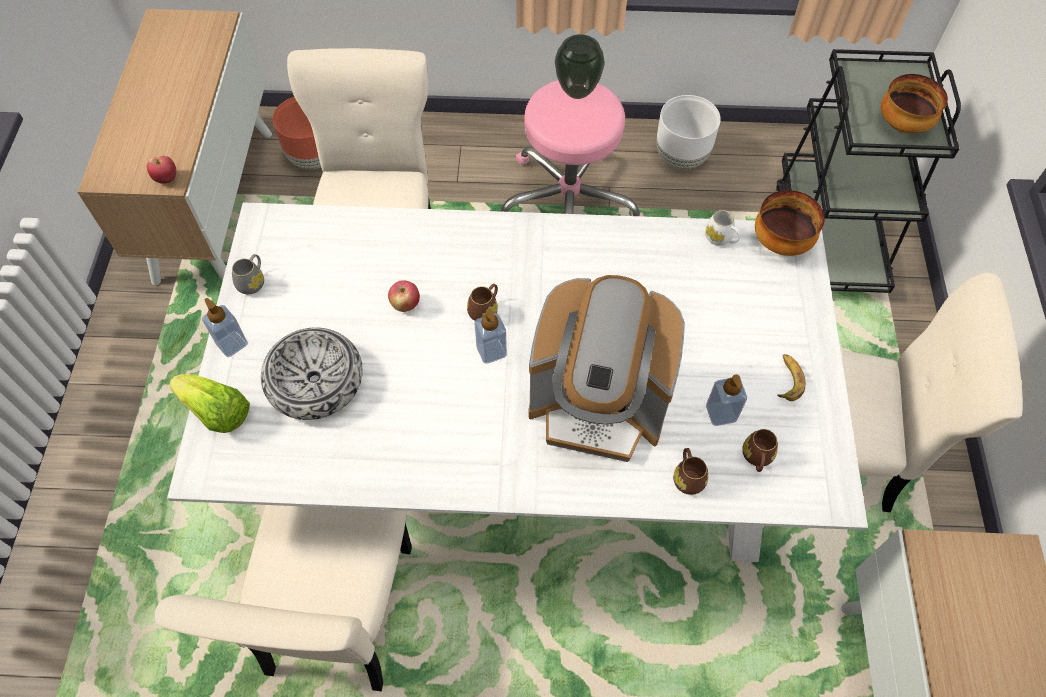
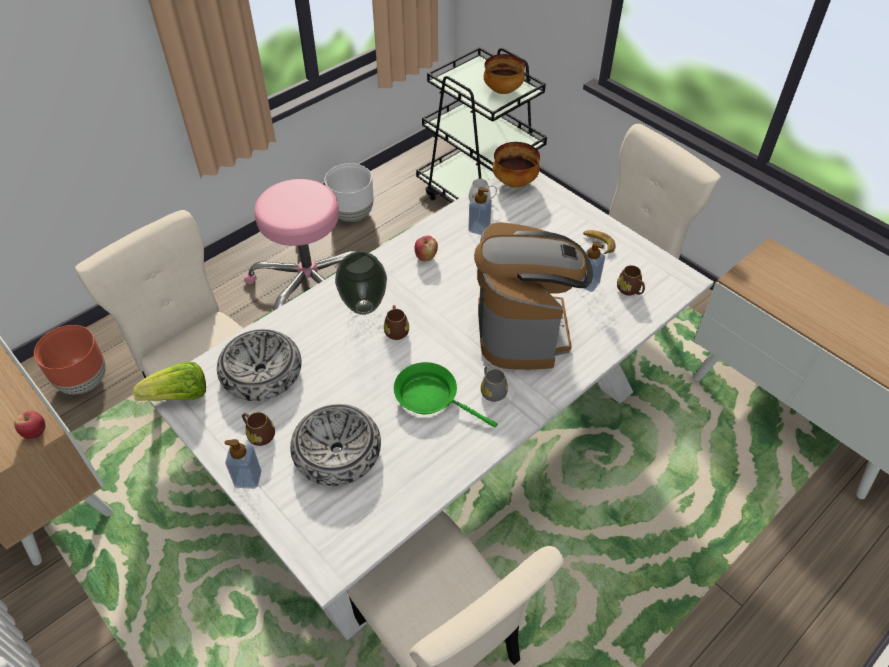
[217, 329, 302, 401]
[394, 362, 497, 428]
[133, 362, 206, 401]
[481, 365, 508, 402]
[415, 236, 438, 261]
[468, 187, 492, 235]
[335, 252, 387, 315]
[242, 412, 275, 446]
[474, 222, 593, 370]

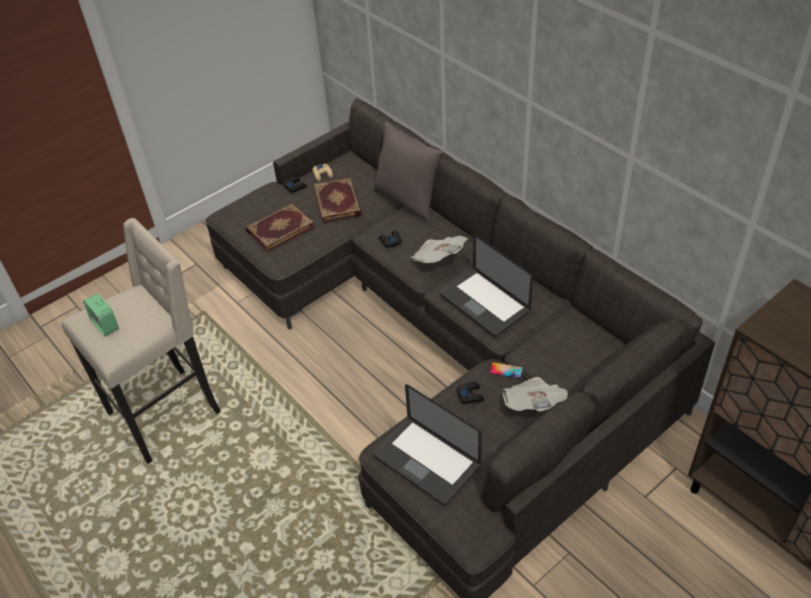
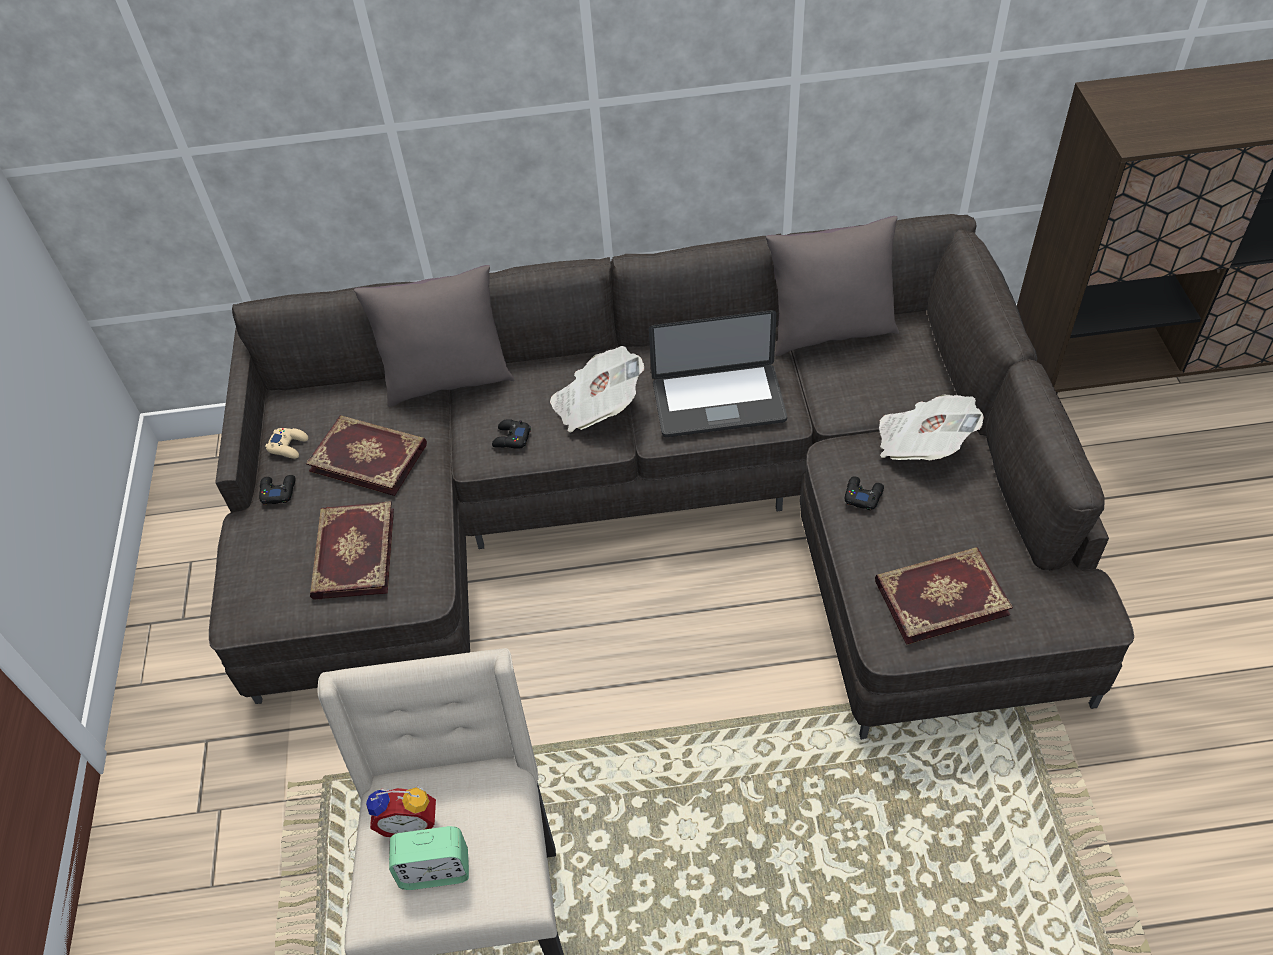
[490, 362, 523, 378] (first image)
[366, 786, 436, 837]
[766, 216, 899, 356]
[875, 547, 1013, 645]

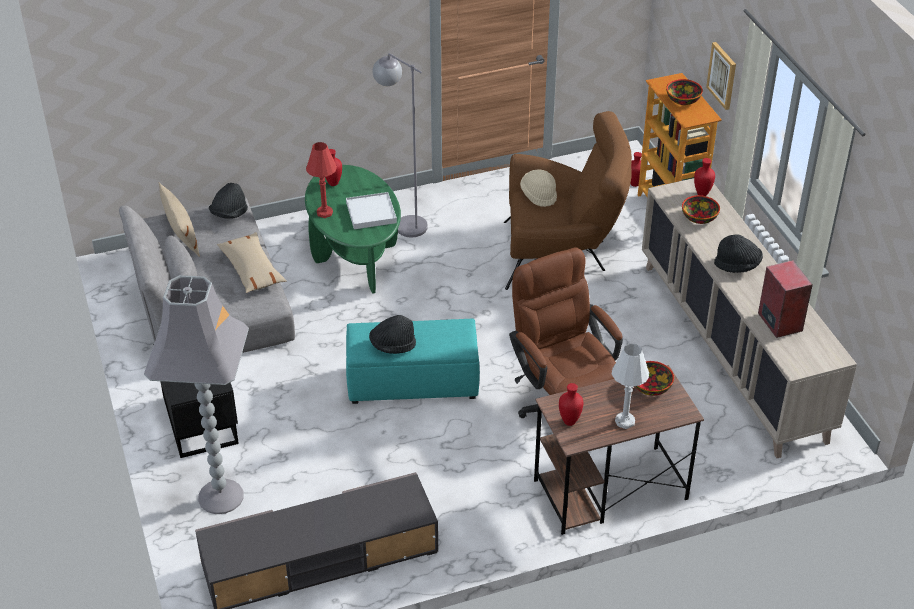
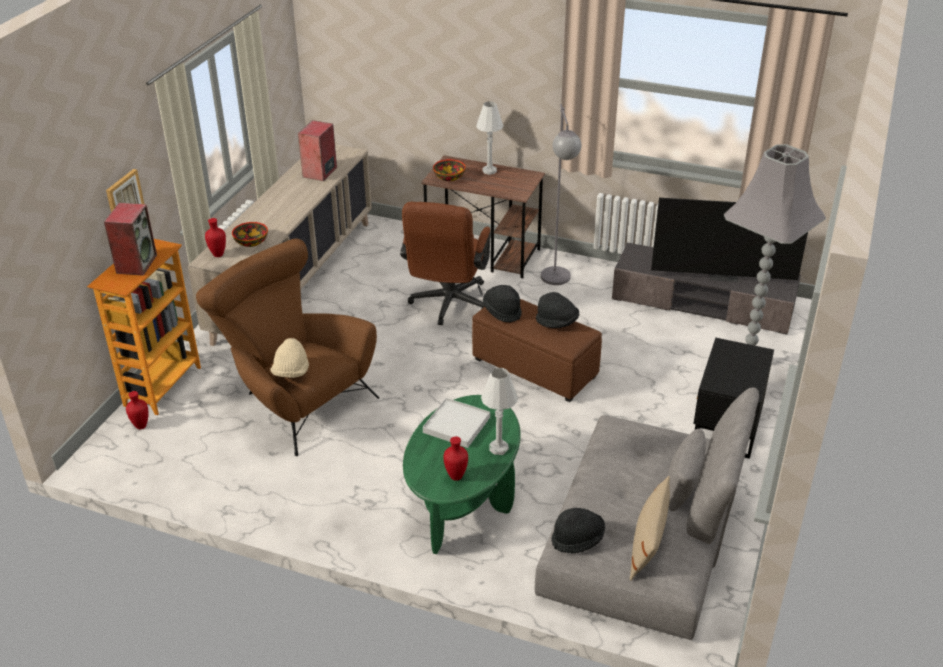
[217, 232, 287, 293] (first image)
[559, 383, 583, 426] (first image)
[651, 198, 808, 282]
[541, 104, 581, 285]
[483, 285, 522, 322]
[104, 203, 157, 276]
[481, 368, 518, 455]
[472, 299, 602, 402]

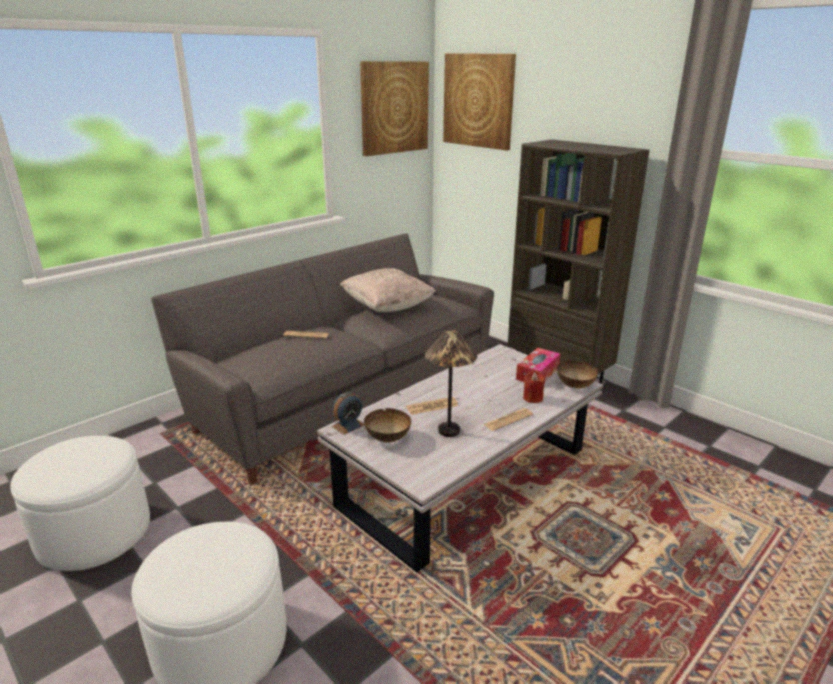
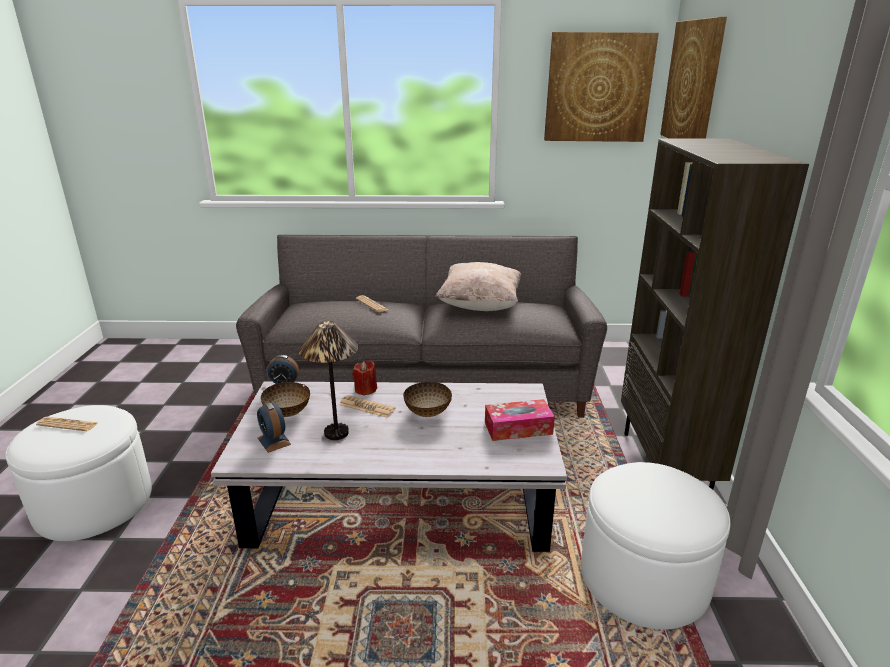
[257, 402, 291, 453]
[581, 462, 730, 630]
[36, 417, 98, 431]
[352, 361, 377, 395]
[403, 382, 452, 417]

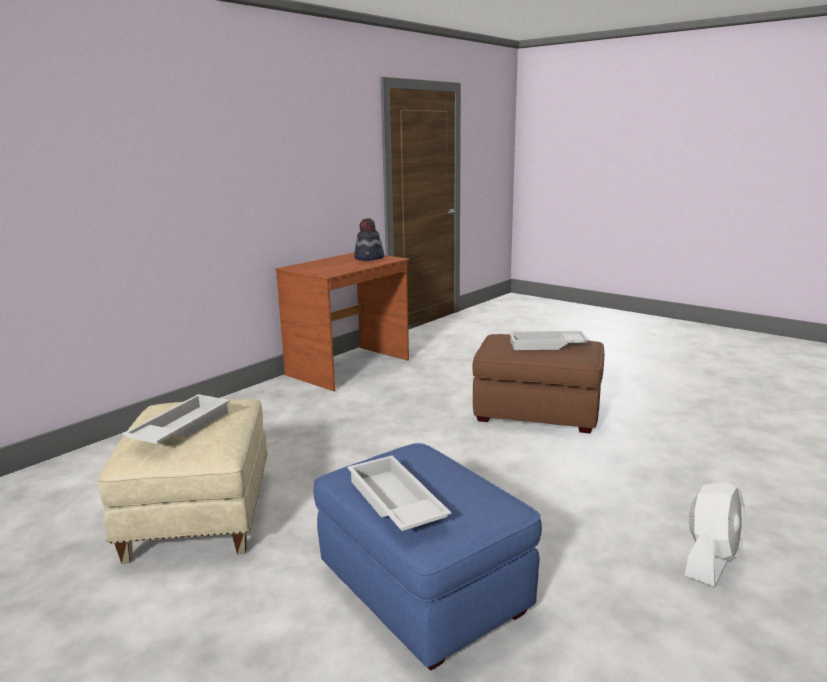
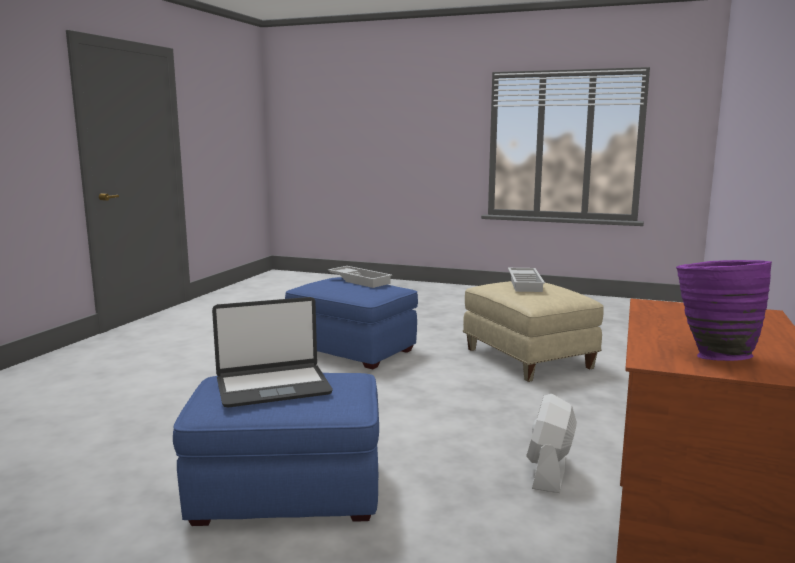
[526, 394, 577, 493]
[676, 260, 772, 361]
[212, 297, 333, 408]
[173, 373, 379, 526]

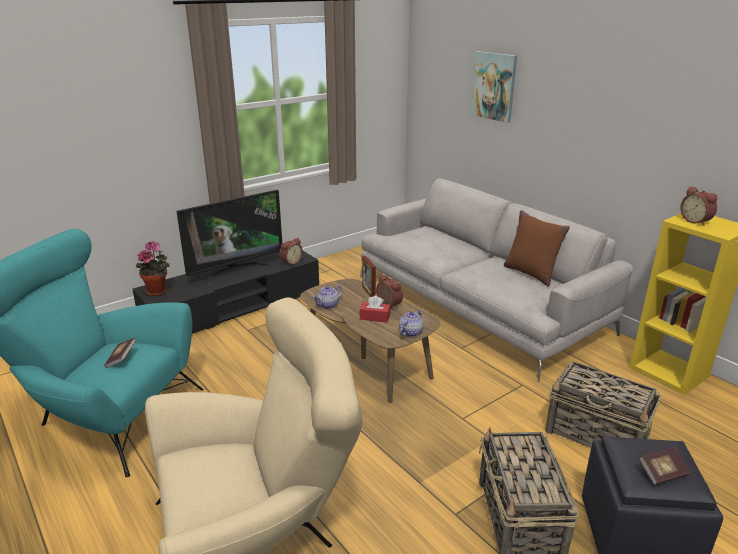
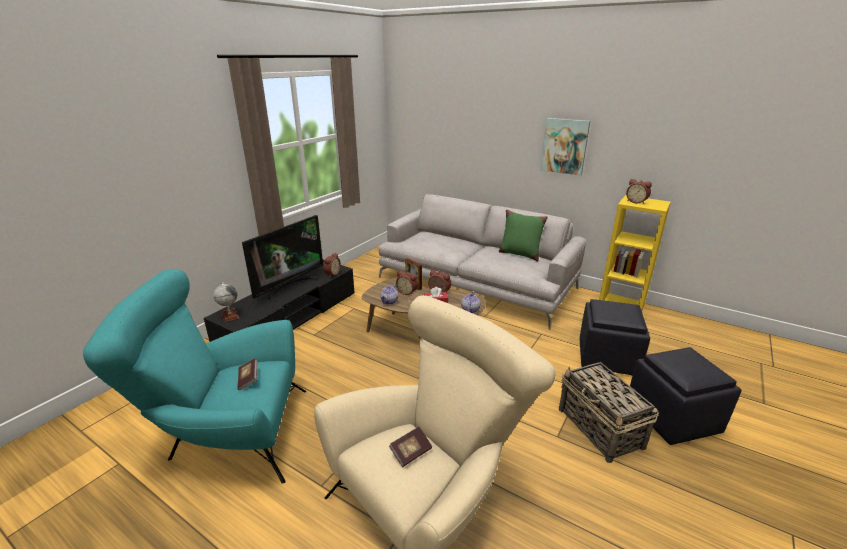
[396, 271, 418, 295]
[541, 118, 590, 176]
[389, 427, 432, 467]
[213, 282, 239, 322]
[580, 299, 650, 376]
[499, 209, 547, 261]

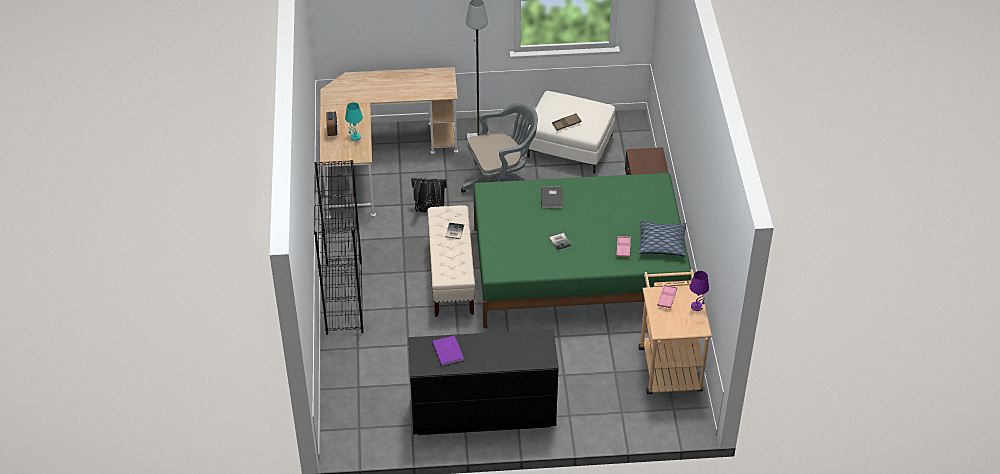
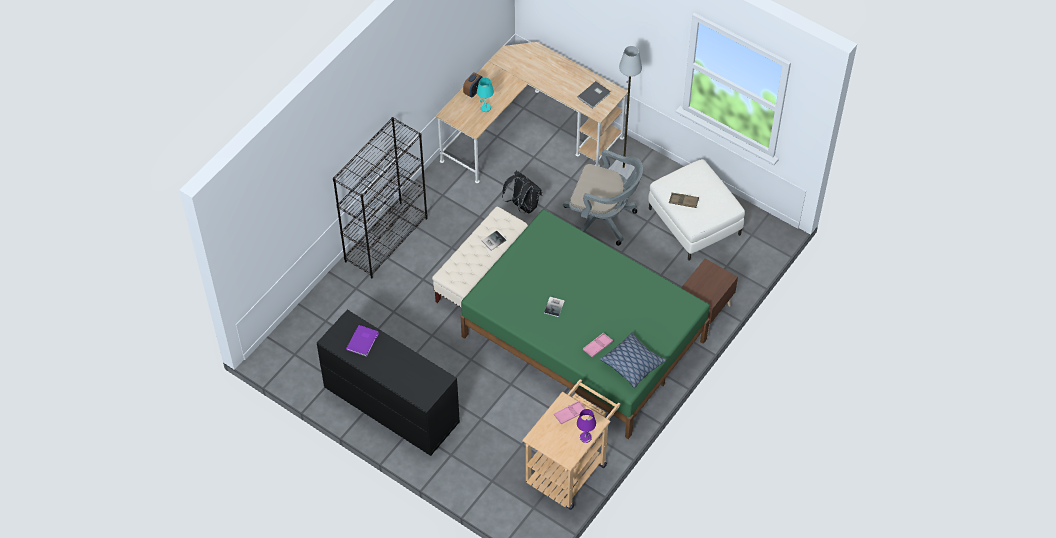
[578, 81, 611, 109]

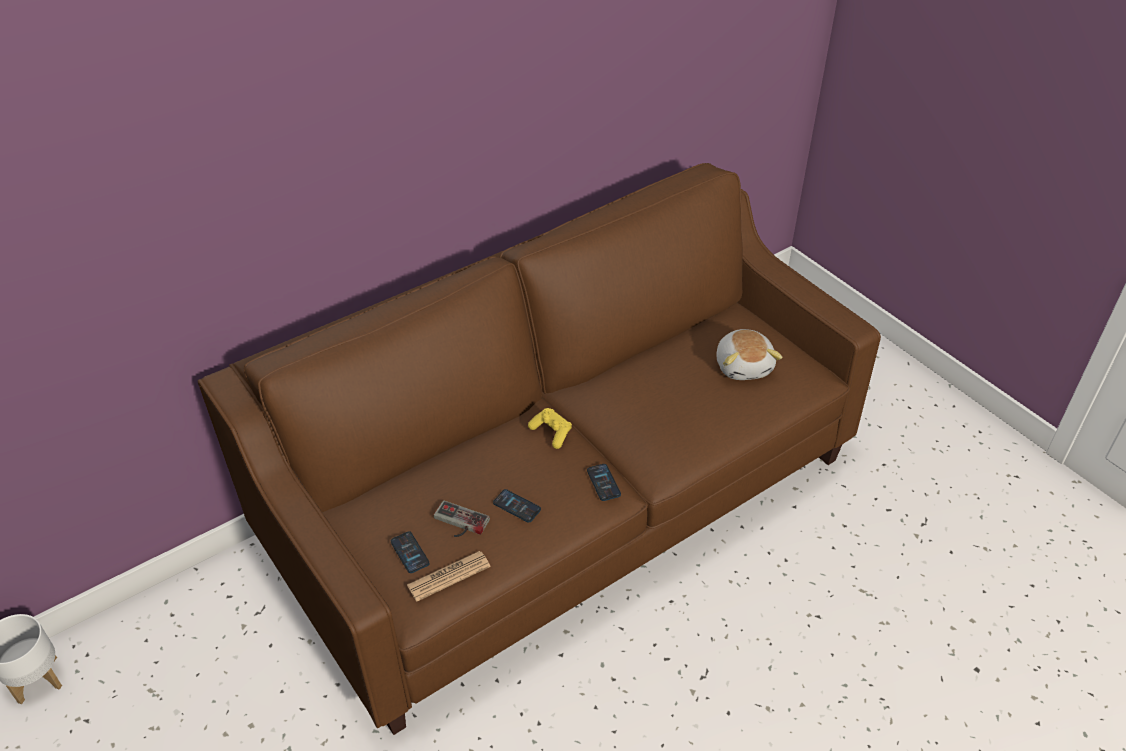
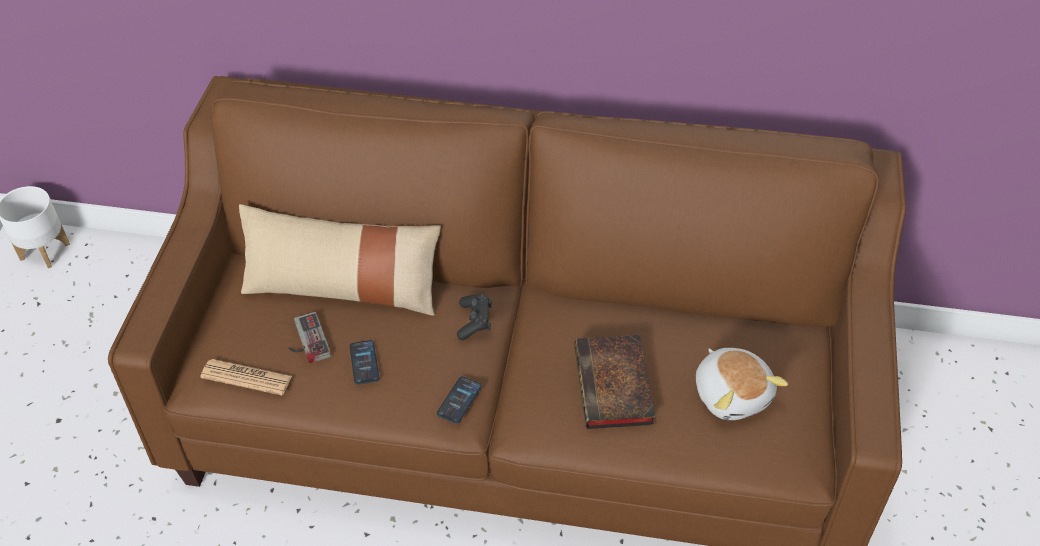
[391, 531, 430, 573] (first image)
[239, 204, 441, 316]
[574, 335, 655, 429]
[457, 294, 492, 340]
[696, 348, 788, 420]

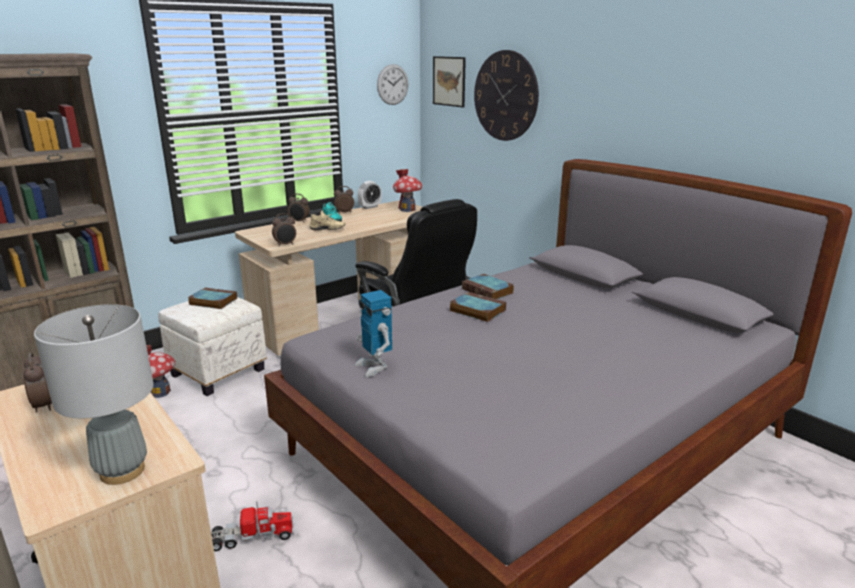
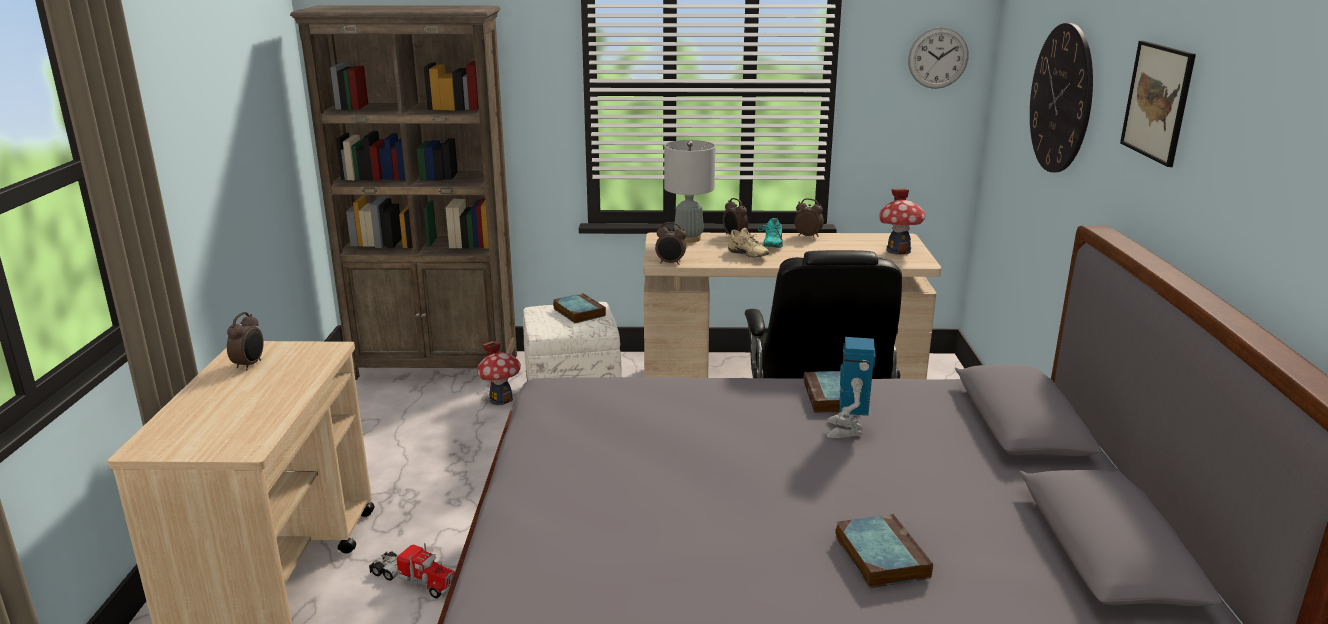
[358, 181, 382, 209] (first image)
[664, 140, 715, 243]
[827, 337, 876, 438]
[1120, 41, 1196, 167]
[835, 514, 933, 588]

